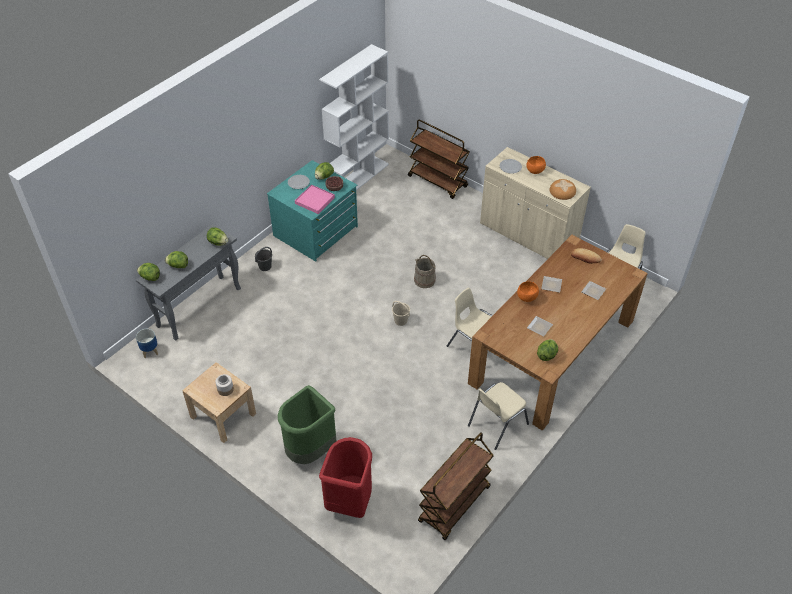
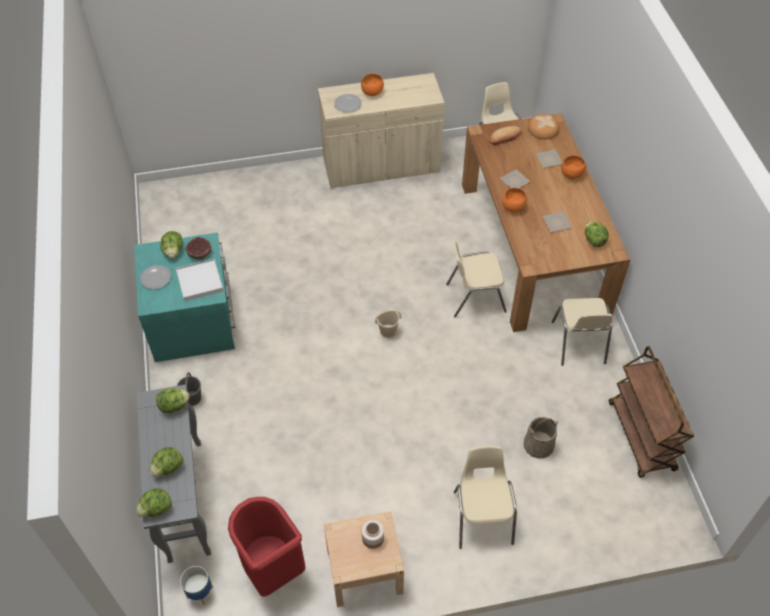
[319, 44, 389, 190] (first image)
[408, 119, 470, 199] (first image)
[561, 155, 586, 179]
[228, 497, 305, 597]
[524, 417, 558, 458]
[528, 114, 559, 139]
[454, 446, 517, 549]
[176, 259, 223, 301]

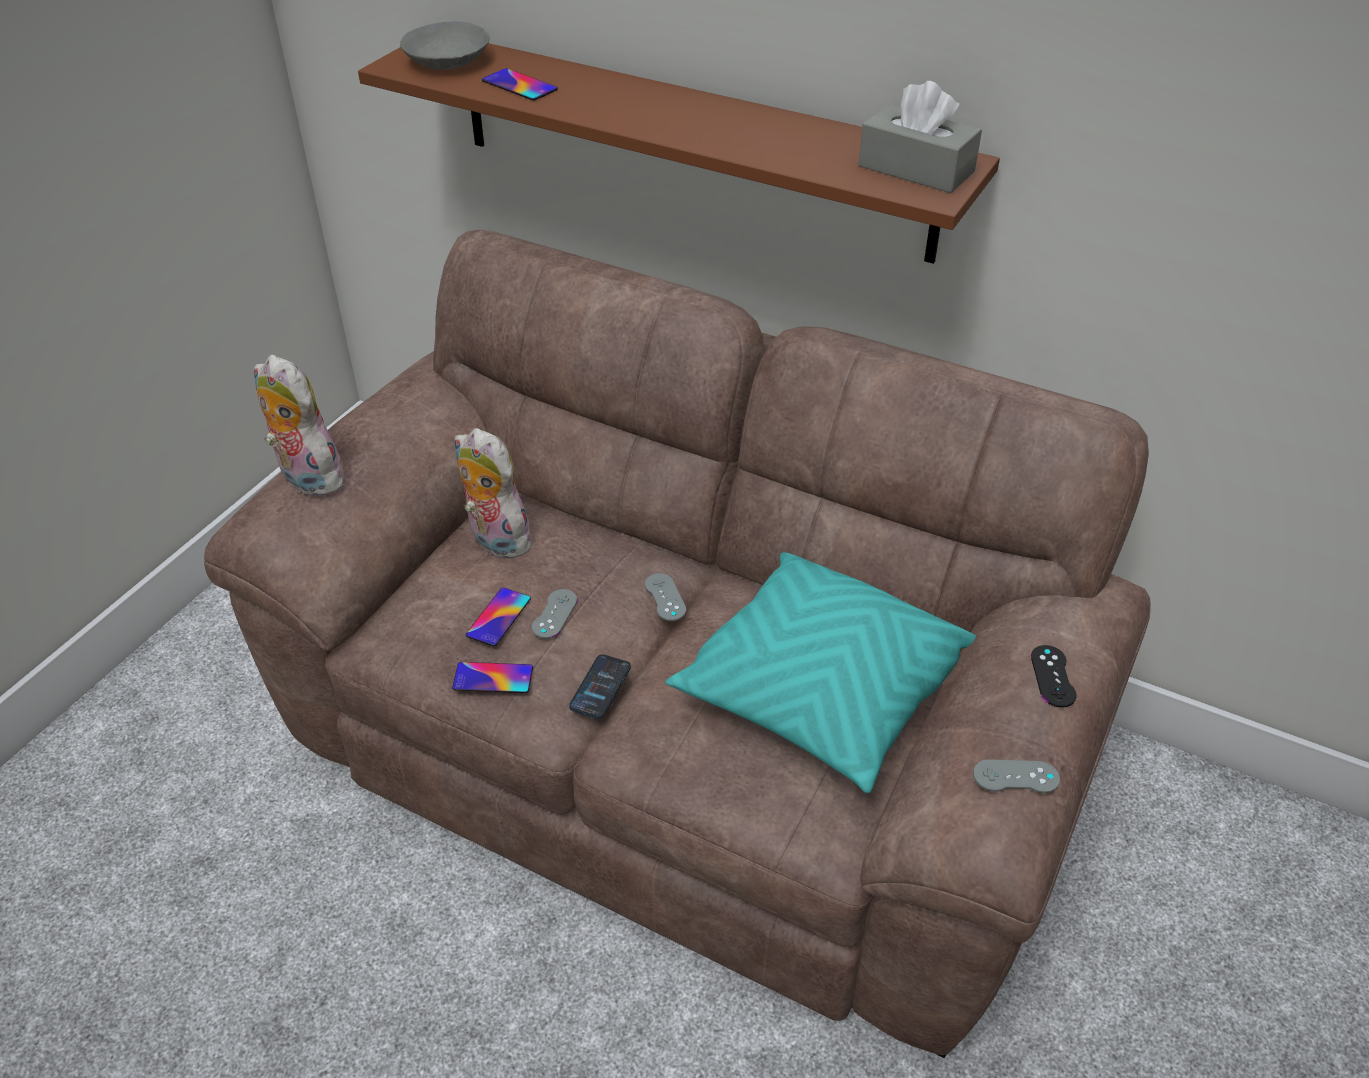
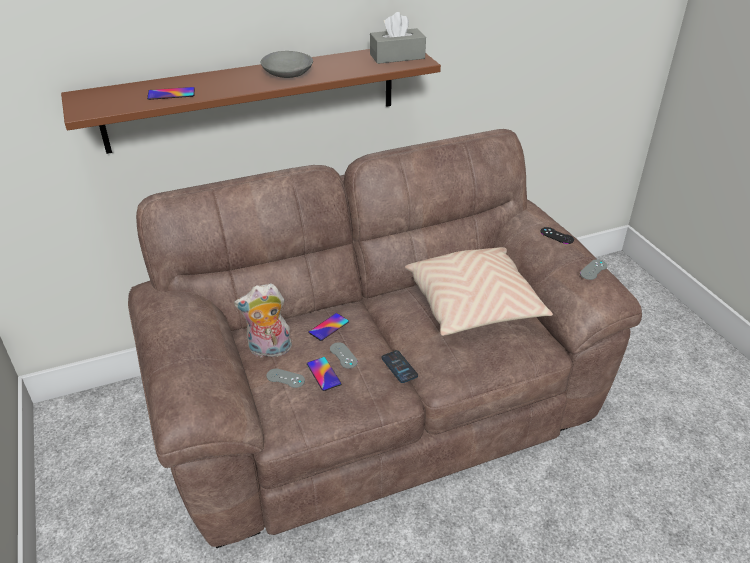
[254, 355, 351, 497] (first image)
[261, 51, 313, 78]
[308, 313, 349, 341]
[266, 368, 305, 388]
[405, 247, 553, 336]

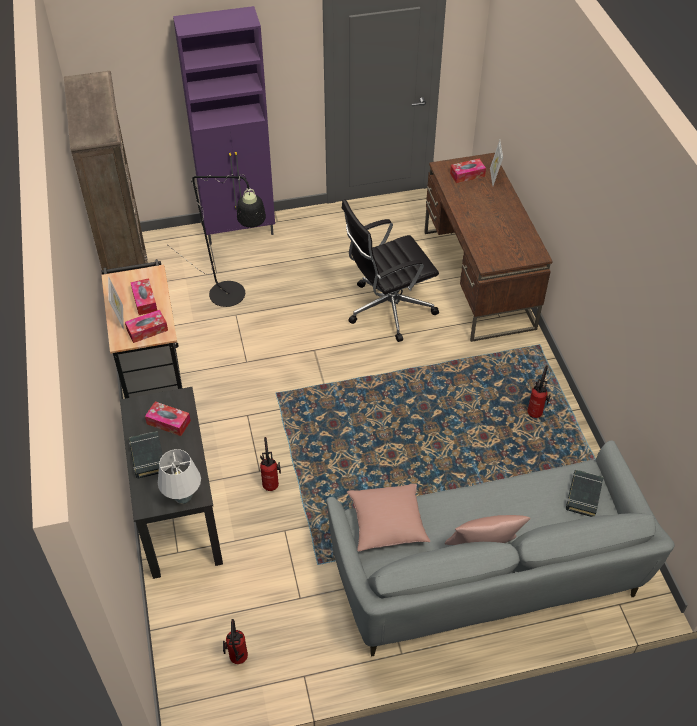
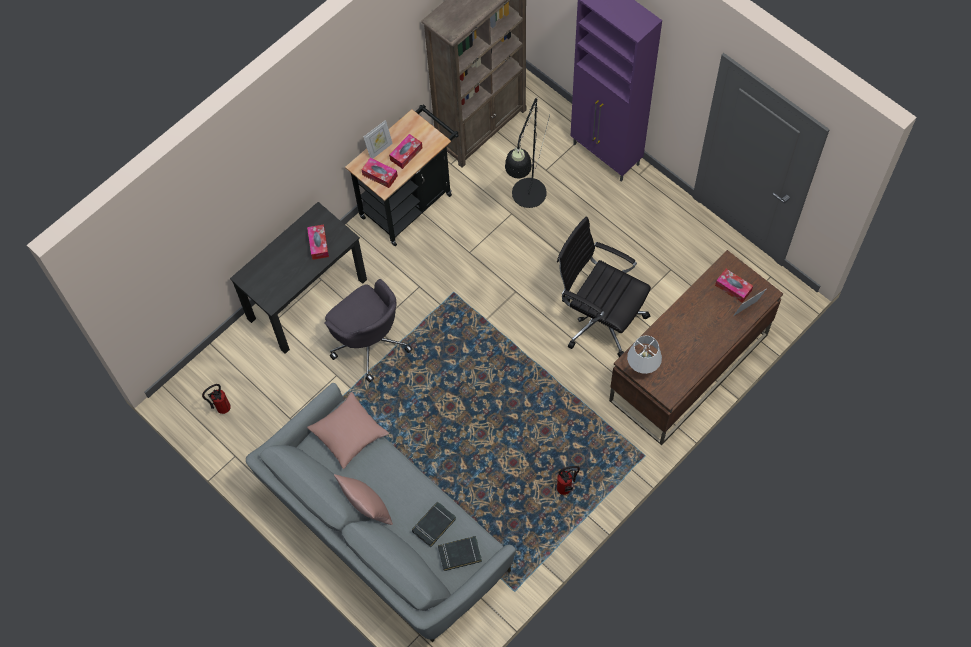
[412, 502, 456, 547]
[627, 336, 662, 374]
[324, 279, 413, 382]

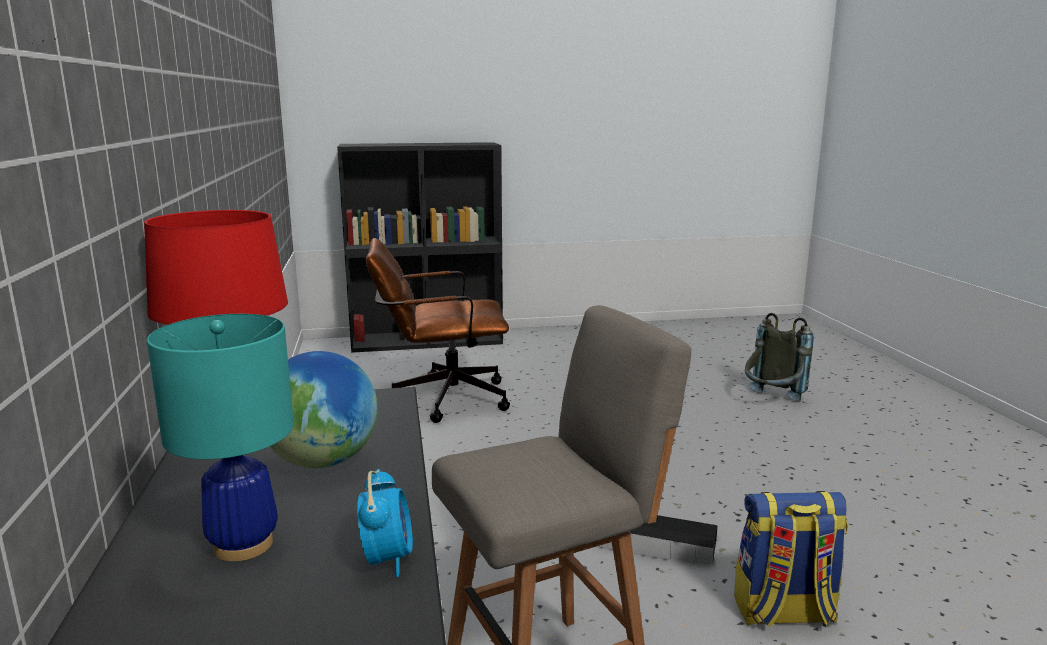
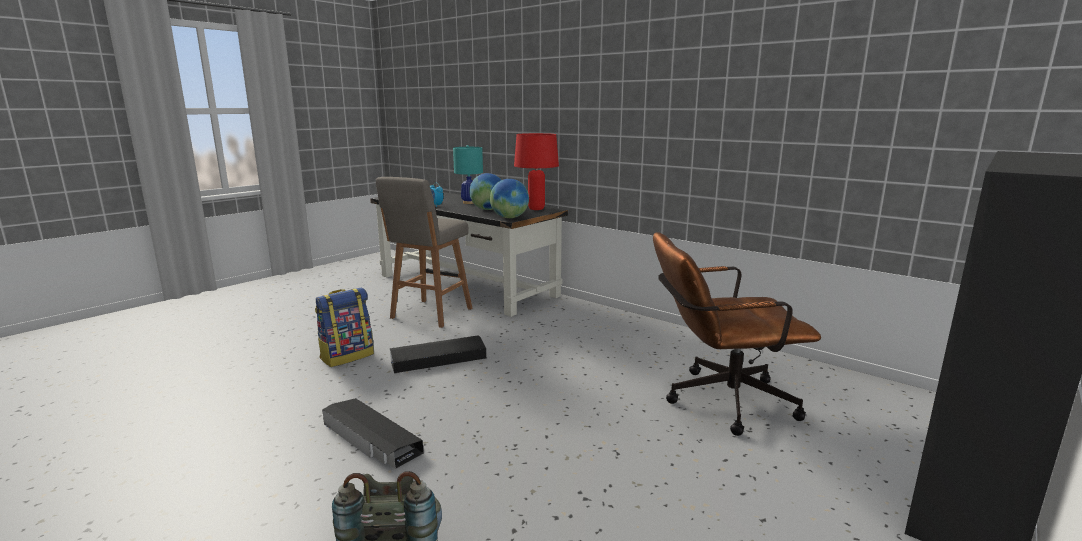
[322, 398, 424, 469]
[490, 179, 529, 218]
[653, 232, 821, 436]

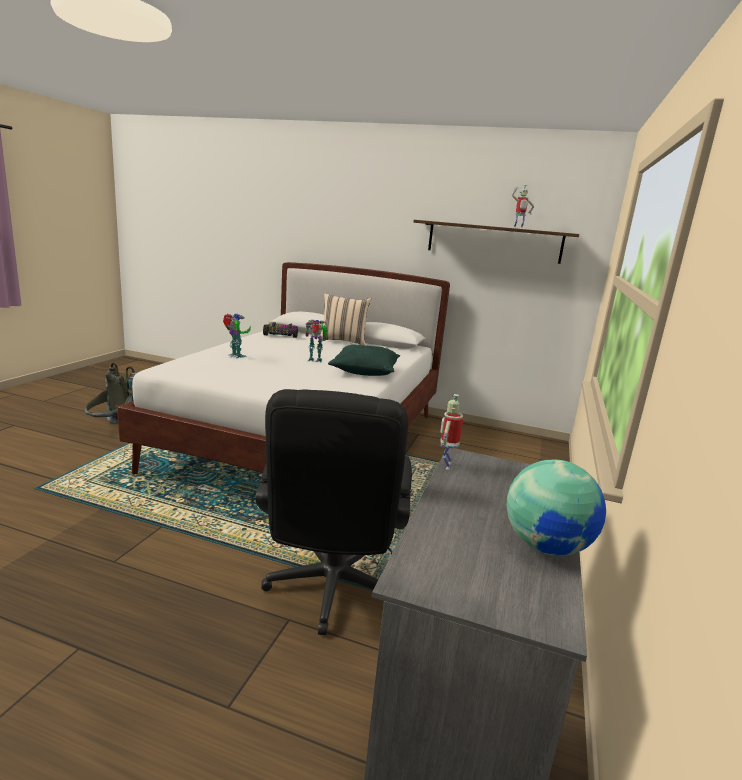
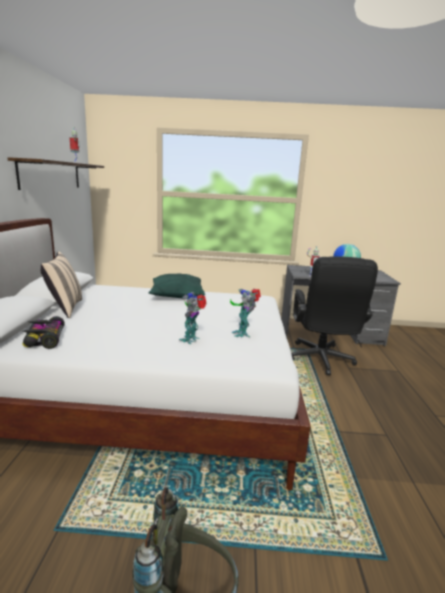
[230, 289, 261, 337]
[292, 257, 378, 375]

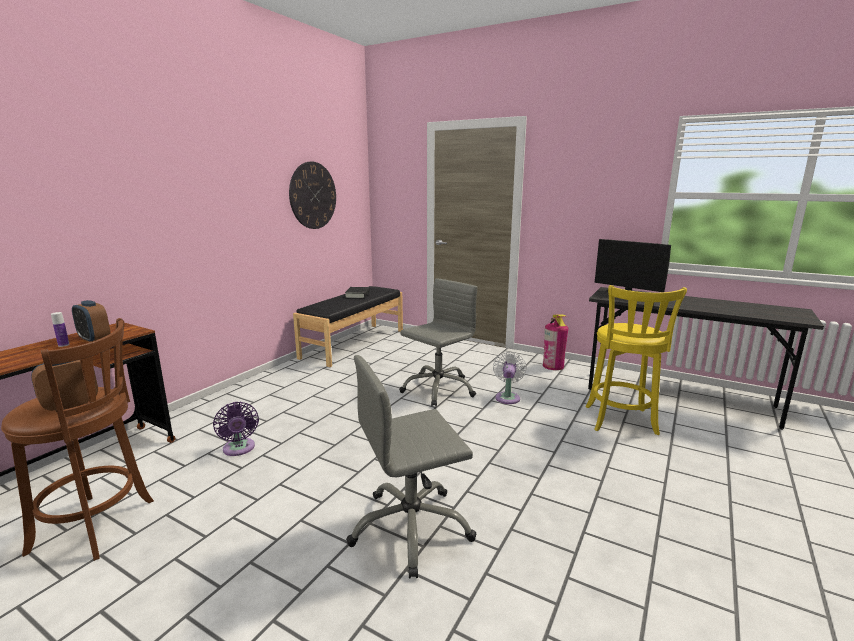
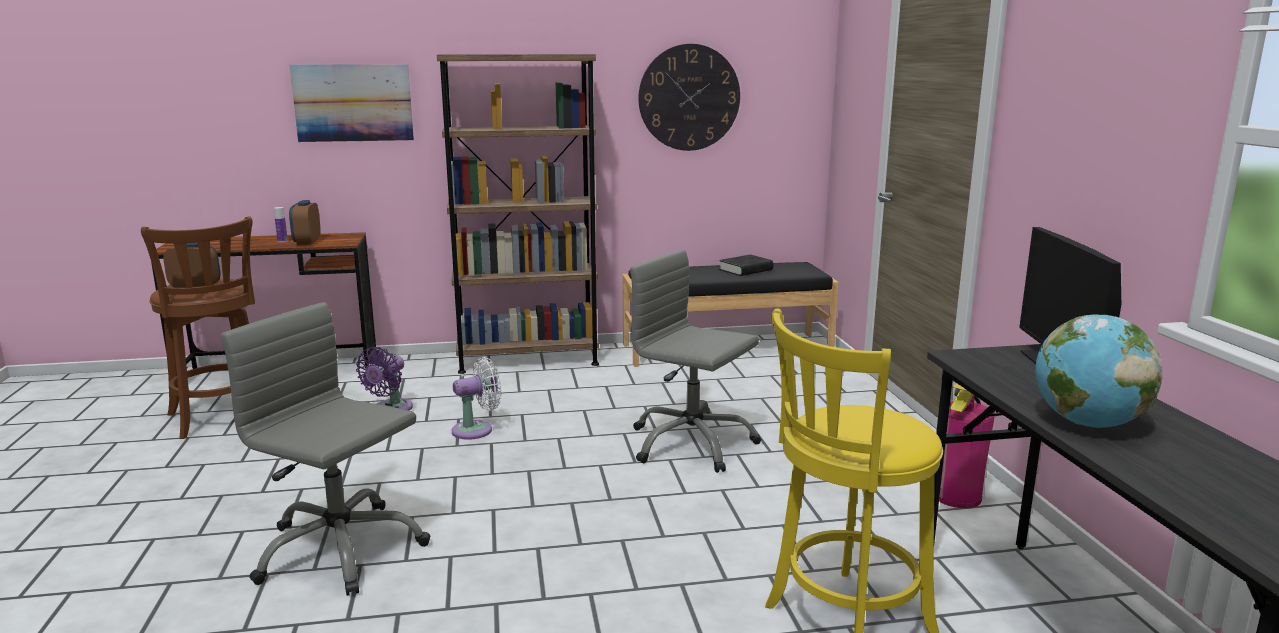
[290, 64, 414, 142]
[437, 55, 599, 374]
[1035, 314, 1163, 428]
[452, 357, 501, 440]
[630, 249, 761, 473]

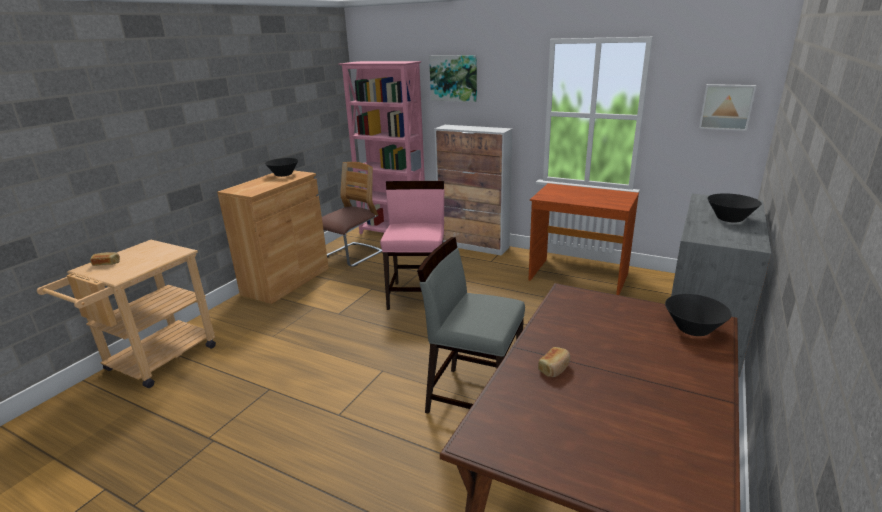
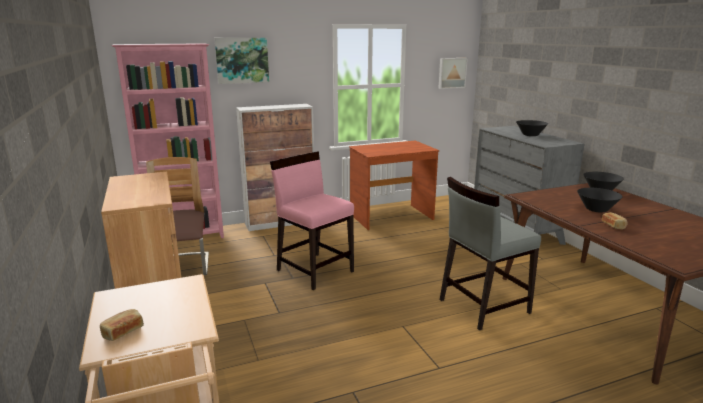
[577, 188, 623, 212]

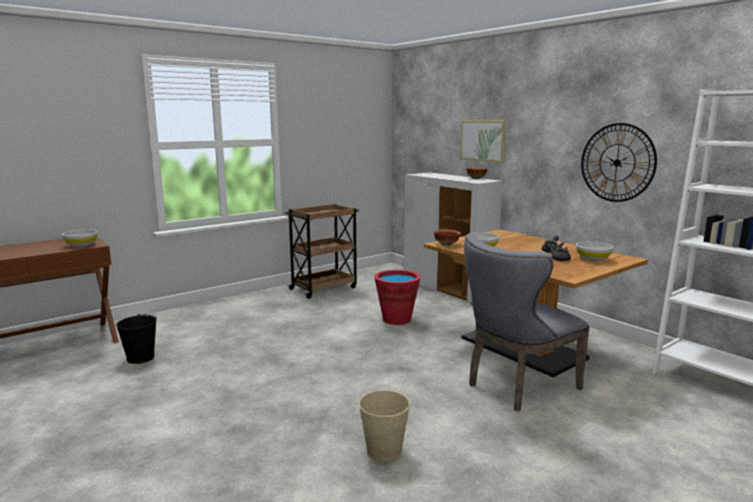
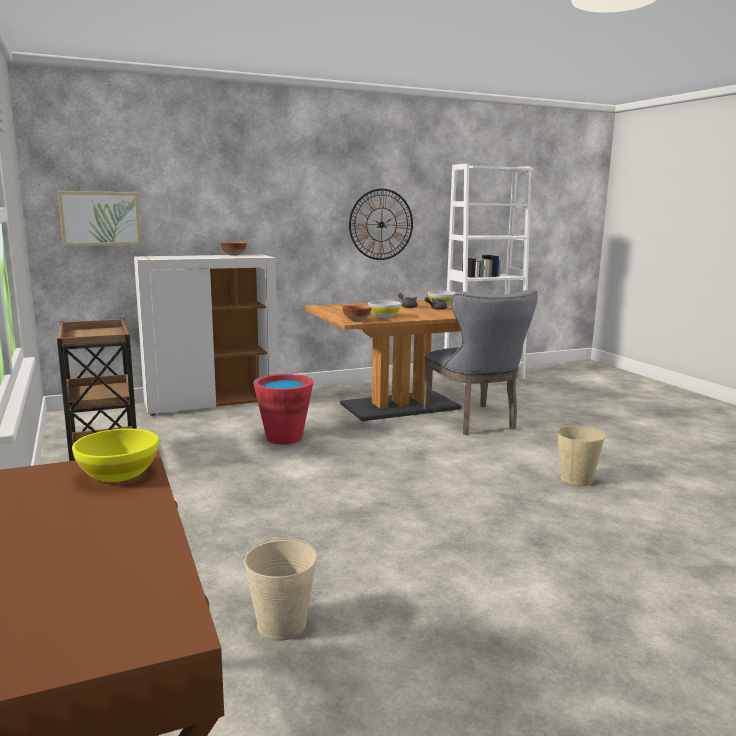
[58, 191, 141, 246]
[72, 429, 159, 482]
[243, 538, 318, 641]

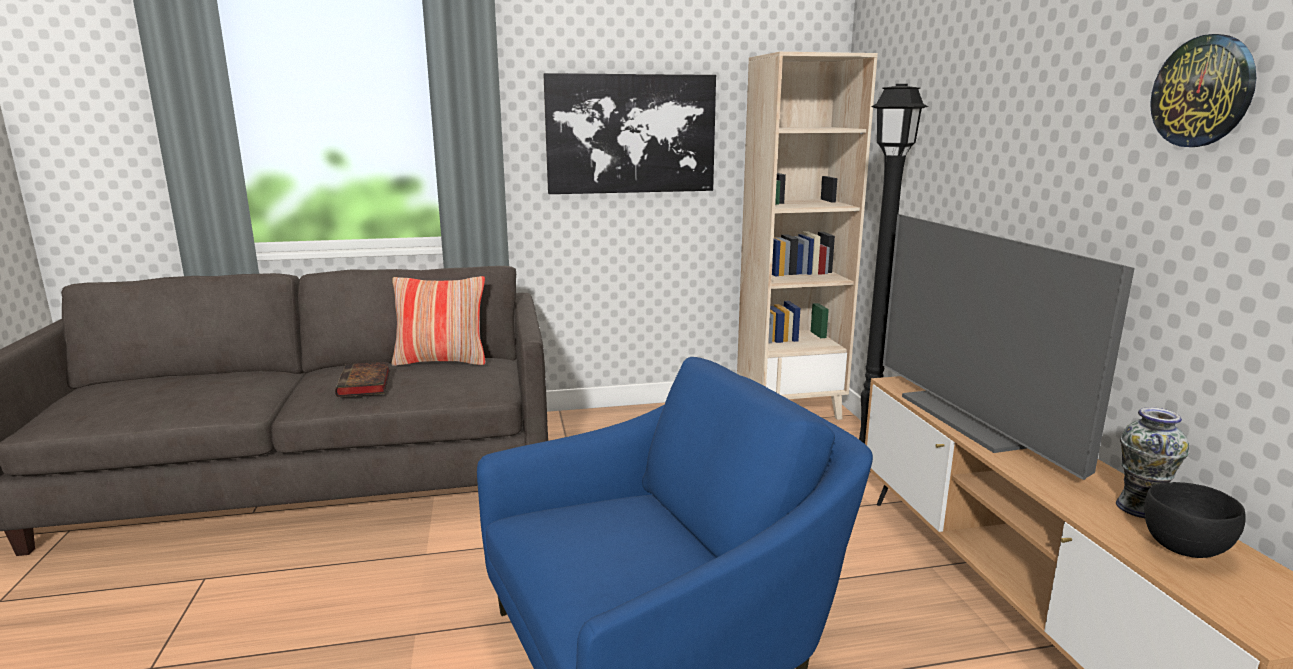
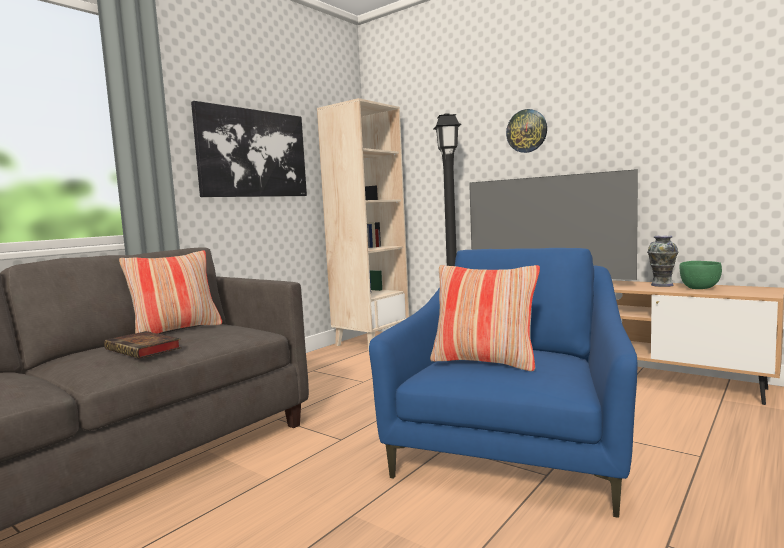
[430, 265, 540, 371]
[506, 109, 547, 153]
[679, 261, 722, 289]

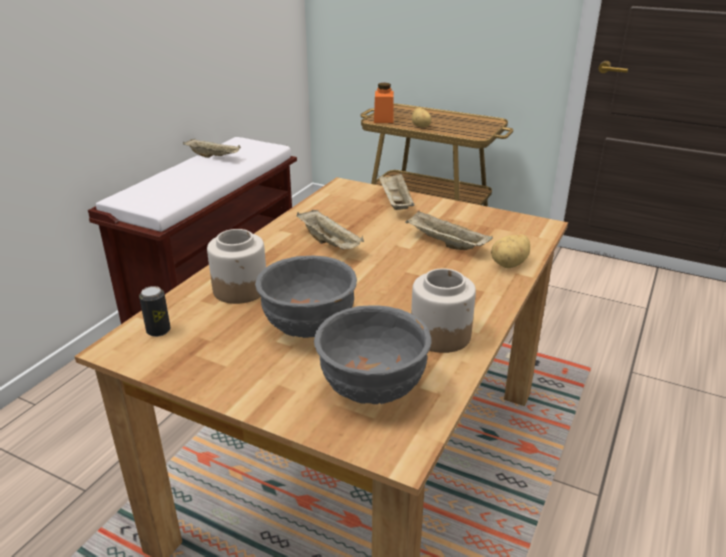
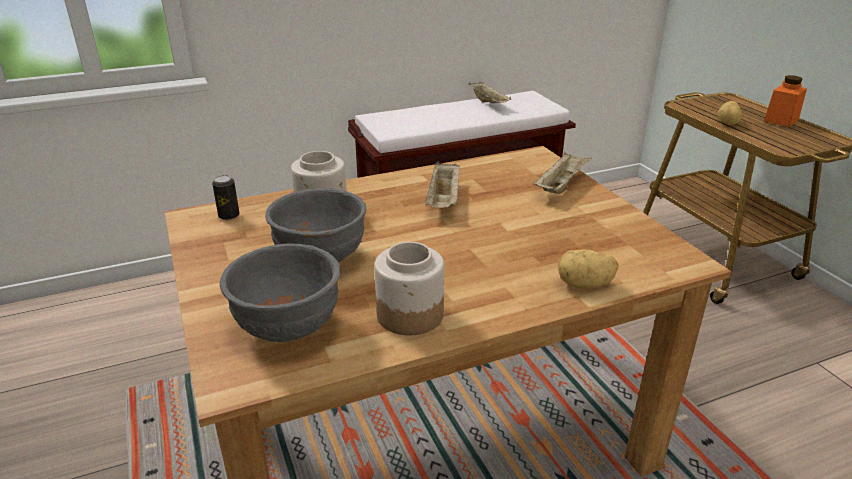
[405, 211, 493, 250] (first image)
[764, 75, 807, 127]

